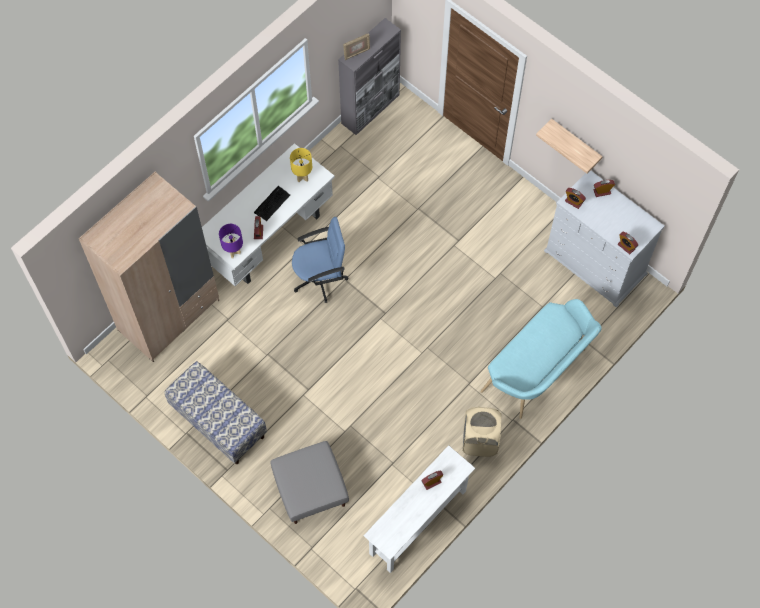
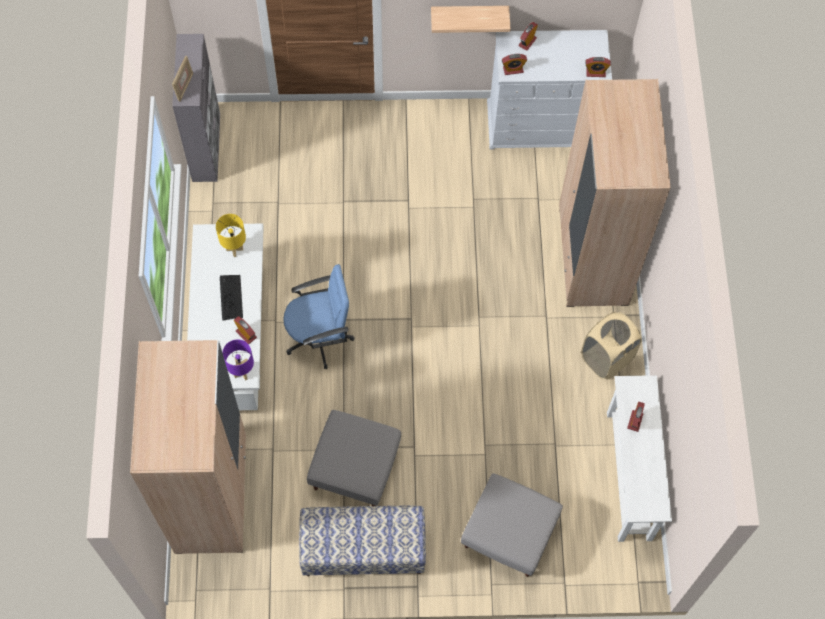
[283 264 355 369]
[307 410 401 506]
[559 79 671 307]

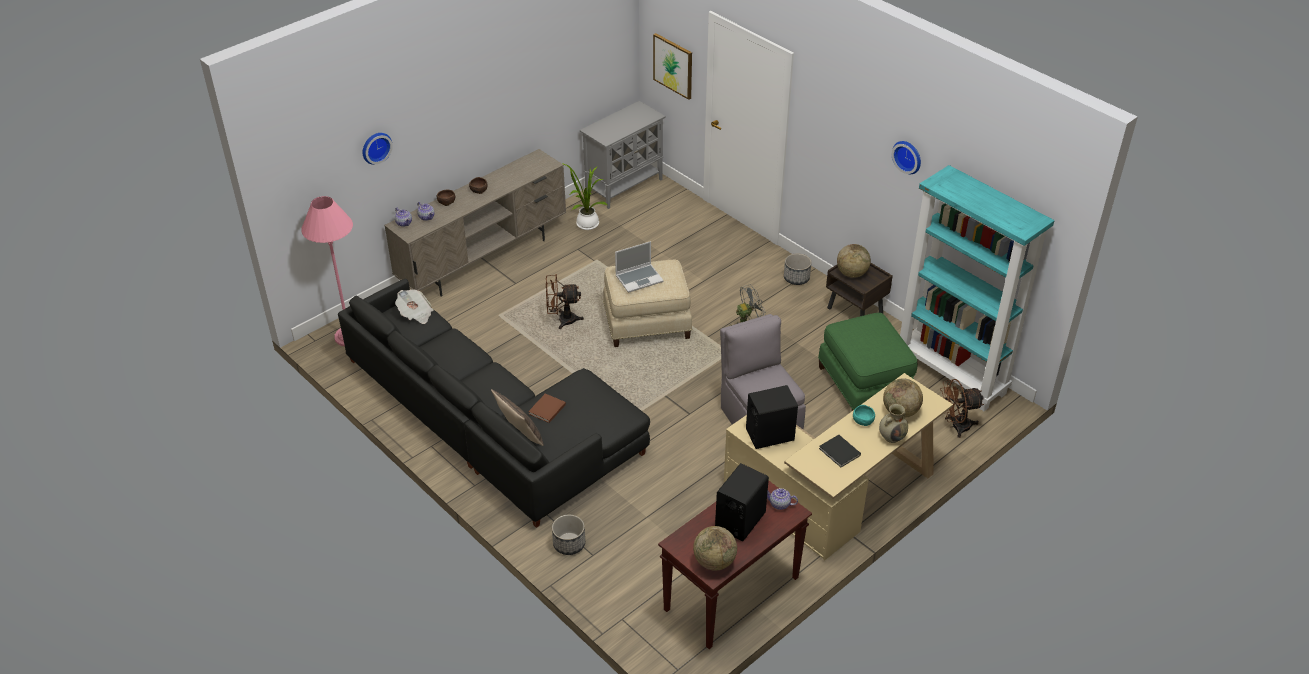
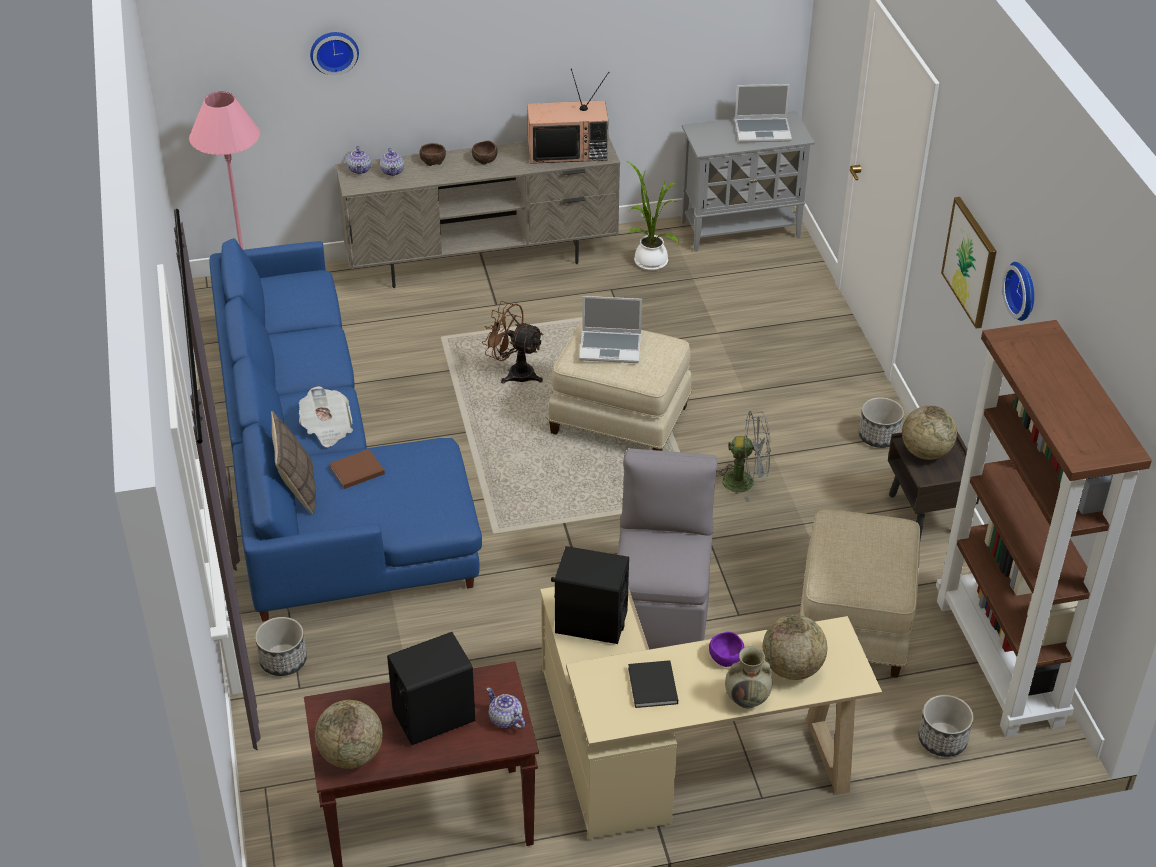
[209 238 482 622]
[299 386 353 447]
[527 68 609 164]
[709 632 744 667]
[735 84 792 143]
[799 509 920 678]
[918 695 974 757]
[936 320 1152 737]
[941 197 997 329]

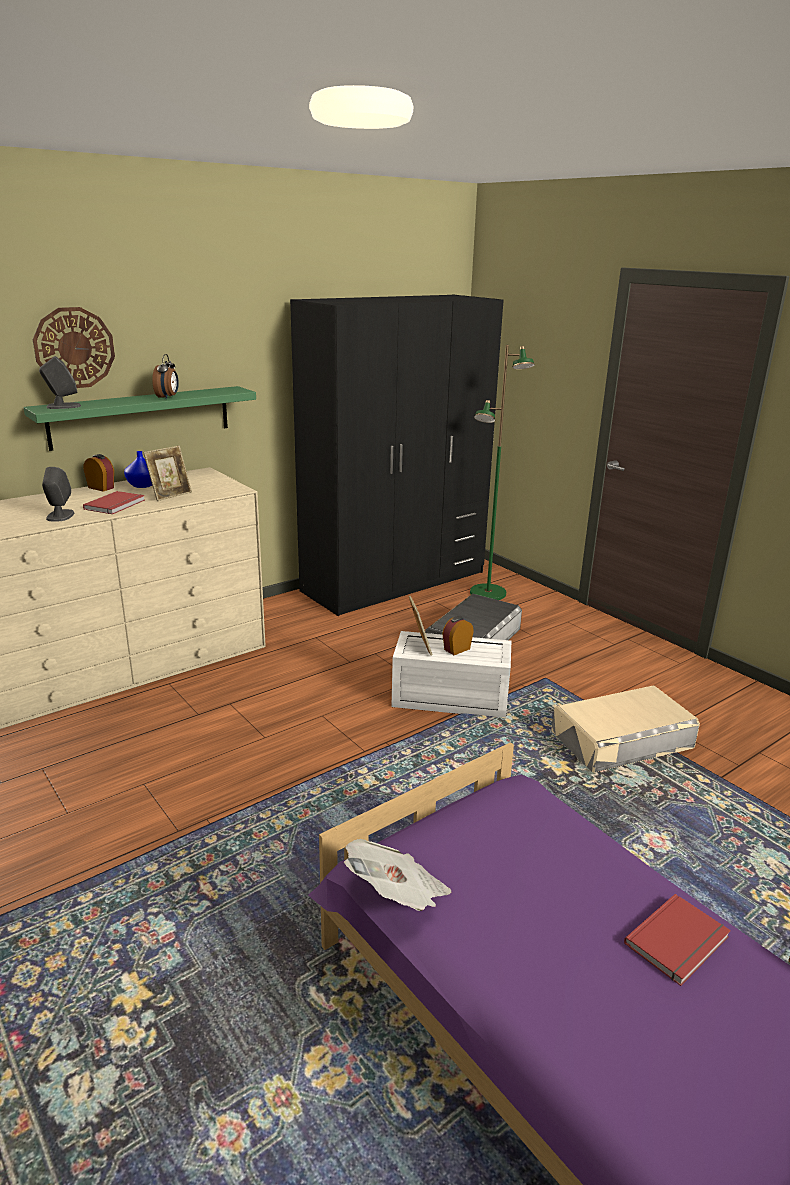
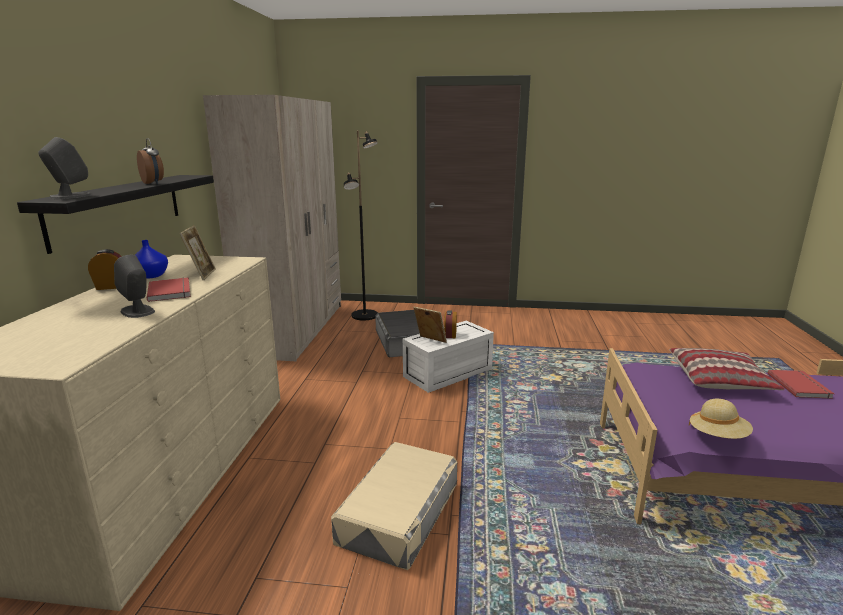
[17 175 214 254]
[203 95 341 361]
[331 442 457 570]
[344 131 378 320]
[669 348 785 390]
[689 399 753 439]
[33 307 115 388] (first image)

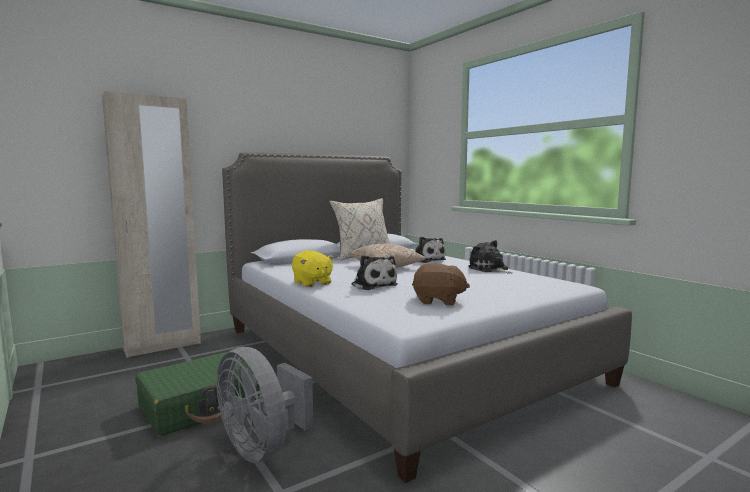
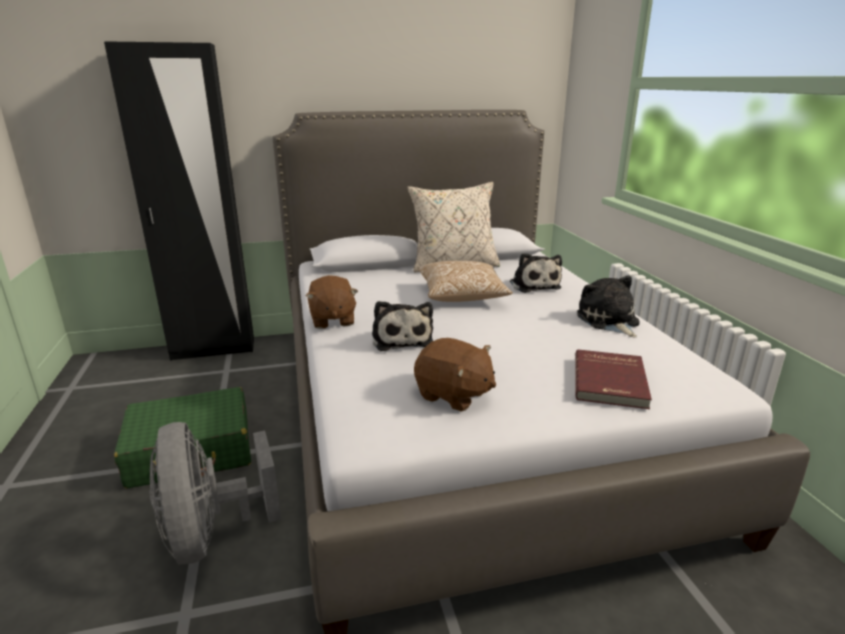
[104 41 254 361]
[306 275 358 329]
[575 349 652 409]

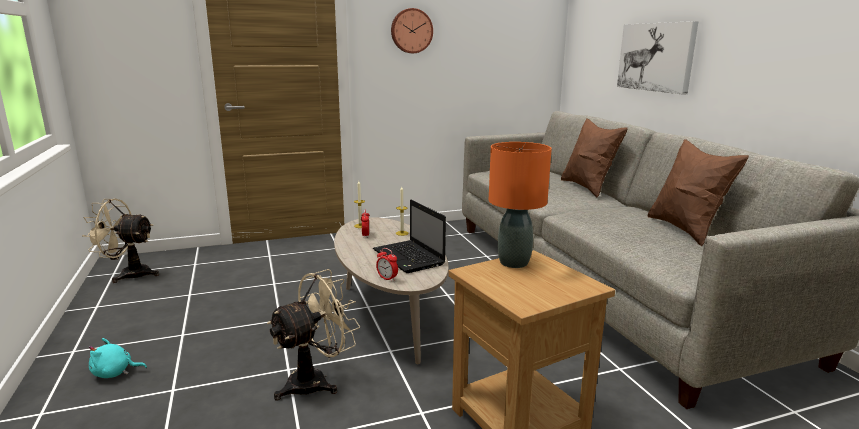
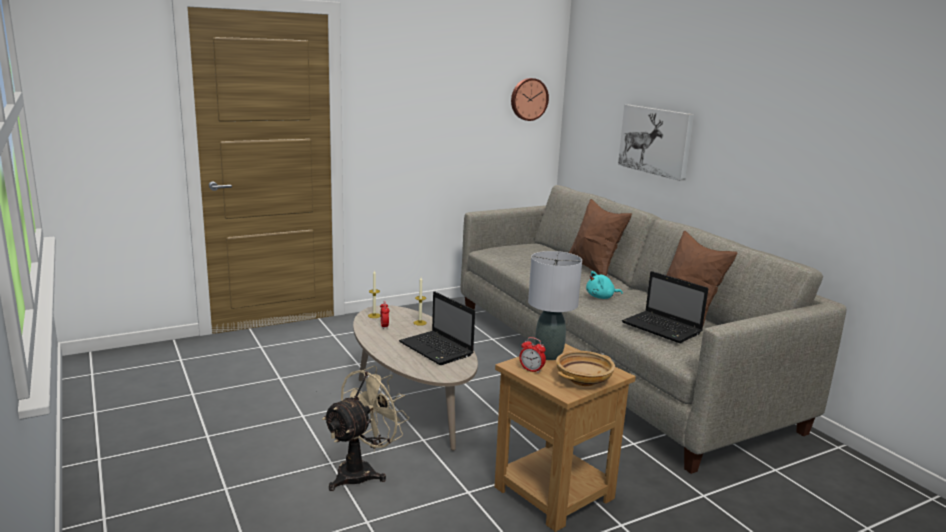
[511 78 549 121]
[519 337 546 373]
[528 251 582 360]
[556 351 615 386]
[586 271 623 299]
[622 271 708 343]
[82 199 159 283] (first image)

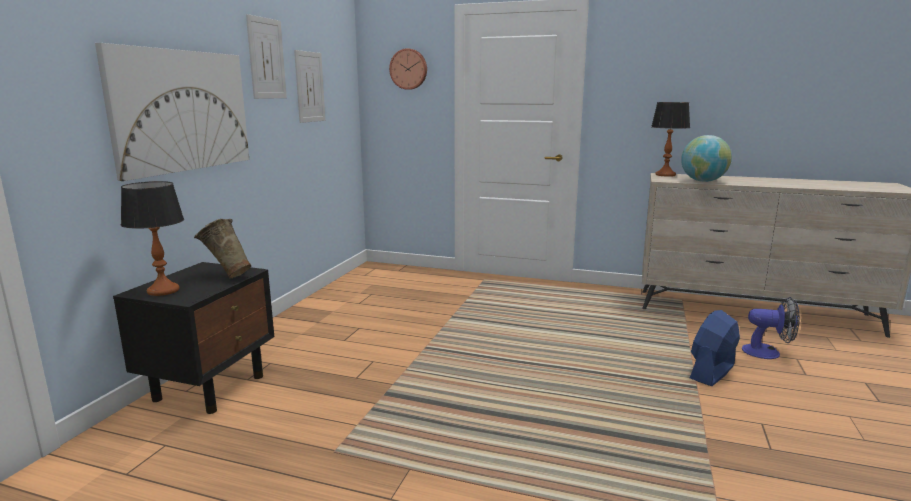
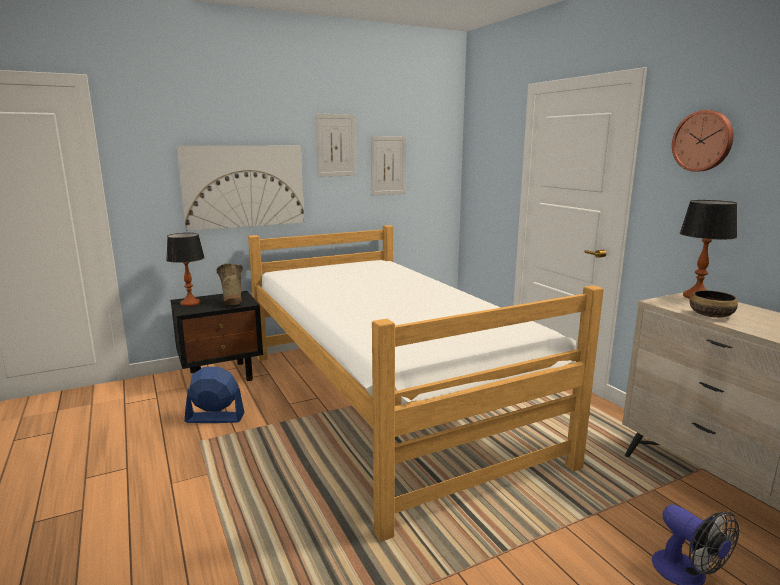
[185 367 244 423]
[248 225 604 542]
[672 110 734 172]
[689 290 738 318]

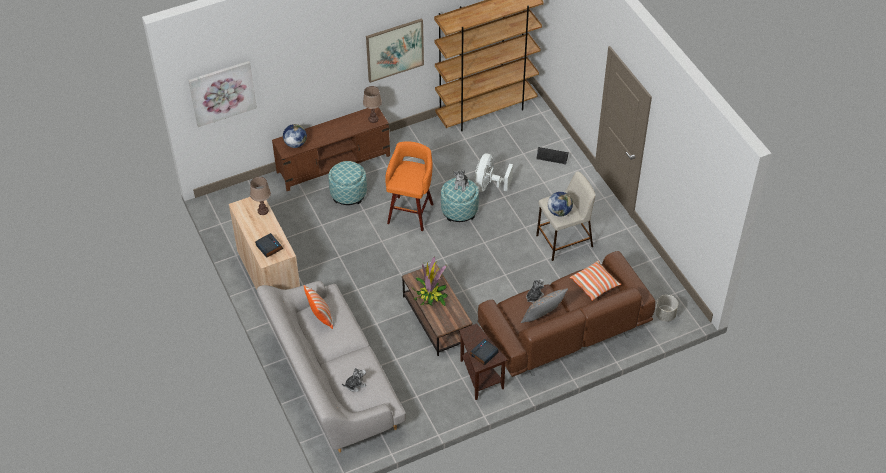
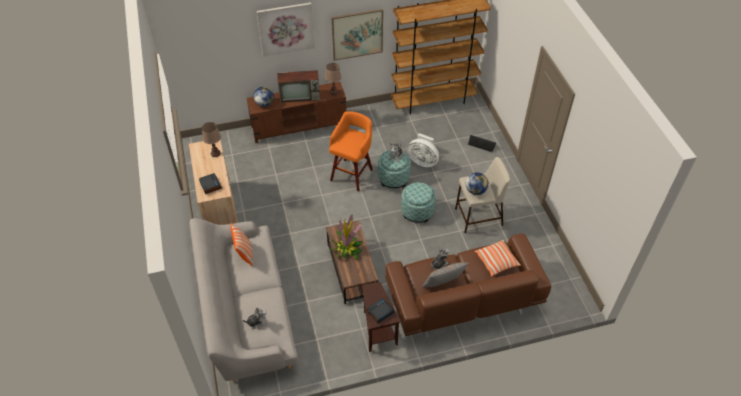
[257 3 315 57]
[277 70 320 103]
[401 182 436 223]
[407 133 439 167]
[655 295 678 322] (first image)

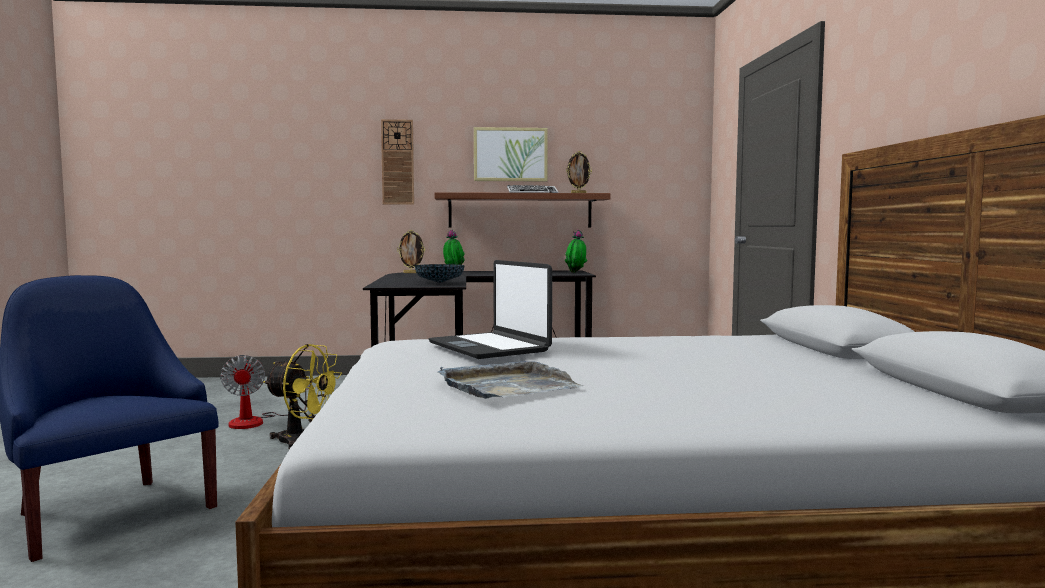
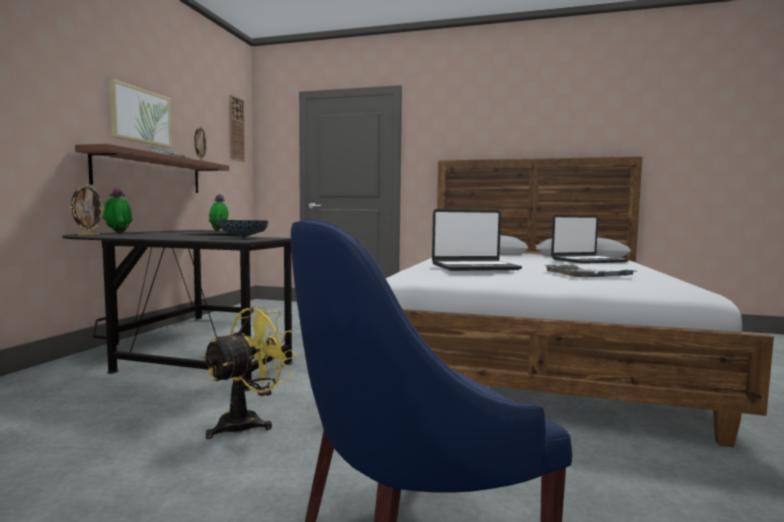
[229 95 245 162]
[551 215 629 264]
[220 355 310 429] (first image)

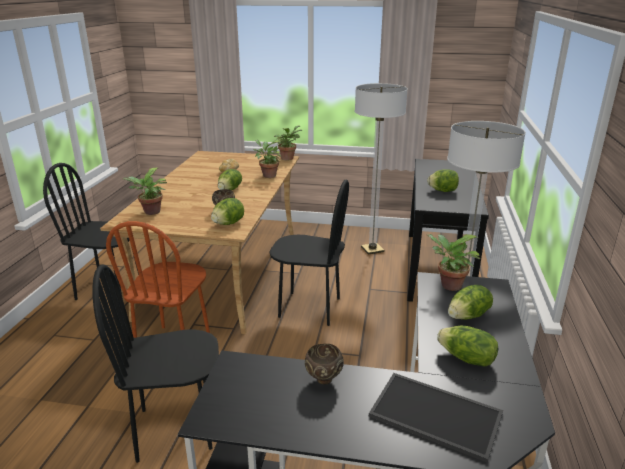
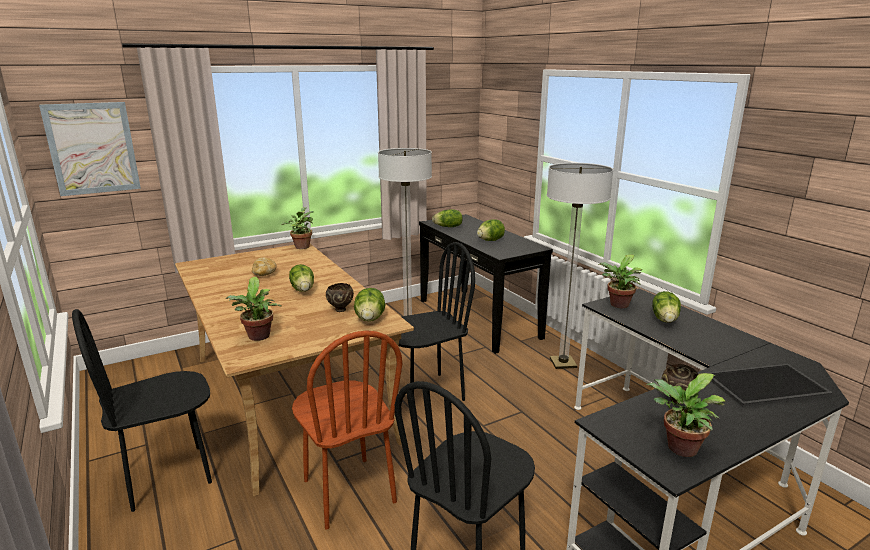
[39 102 141 196]
[432 209 463 227]
[646 373 725 457]

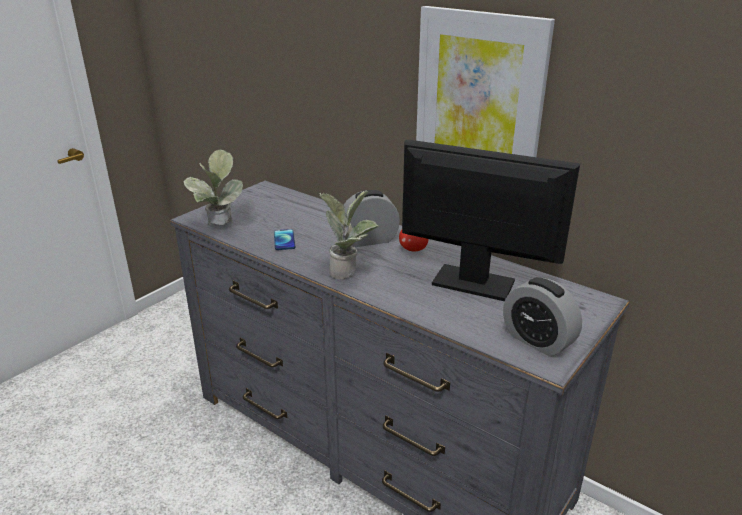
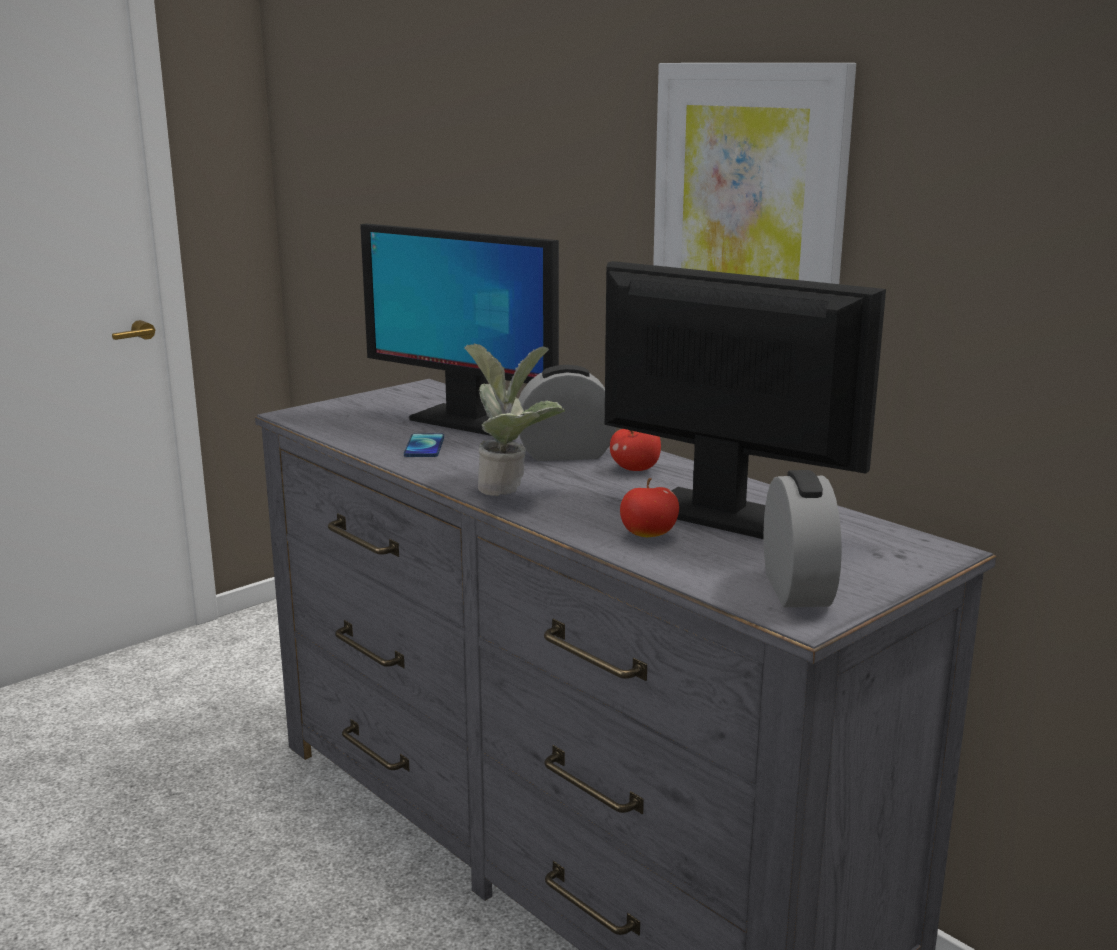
[360 223 559 436]
[620 478 679 537]
[764 470 842 607]
[183 150 243 225] (first image)

